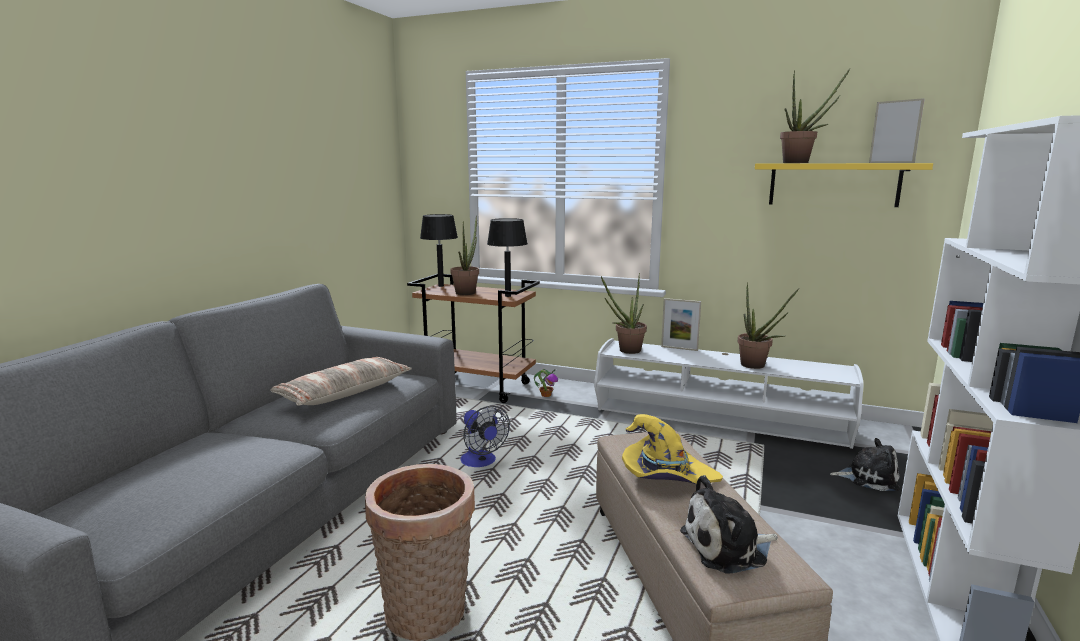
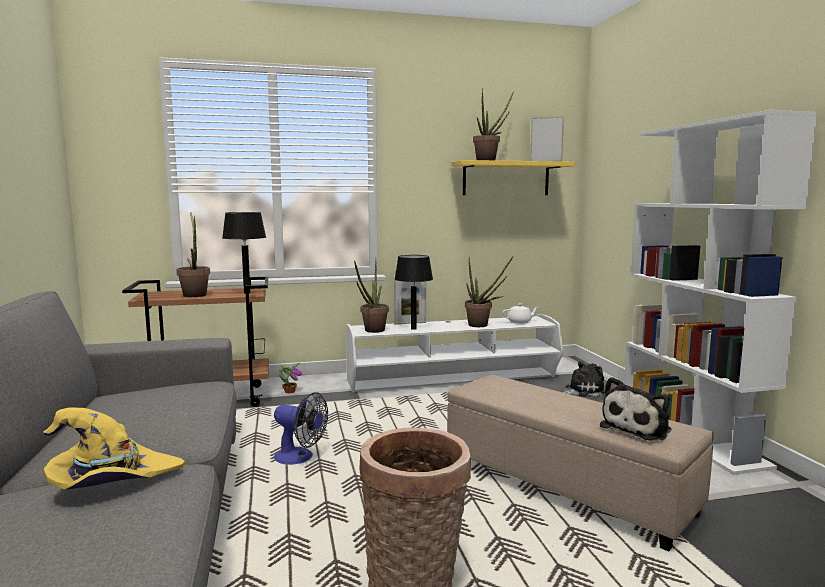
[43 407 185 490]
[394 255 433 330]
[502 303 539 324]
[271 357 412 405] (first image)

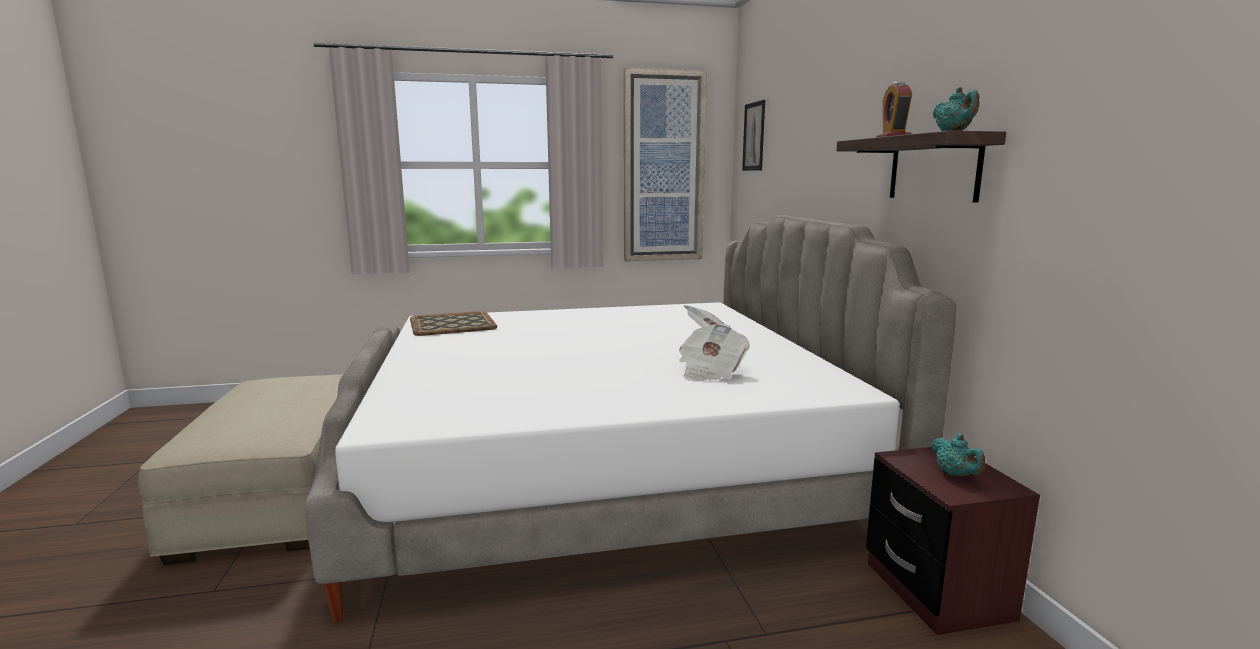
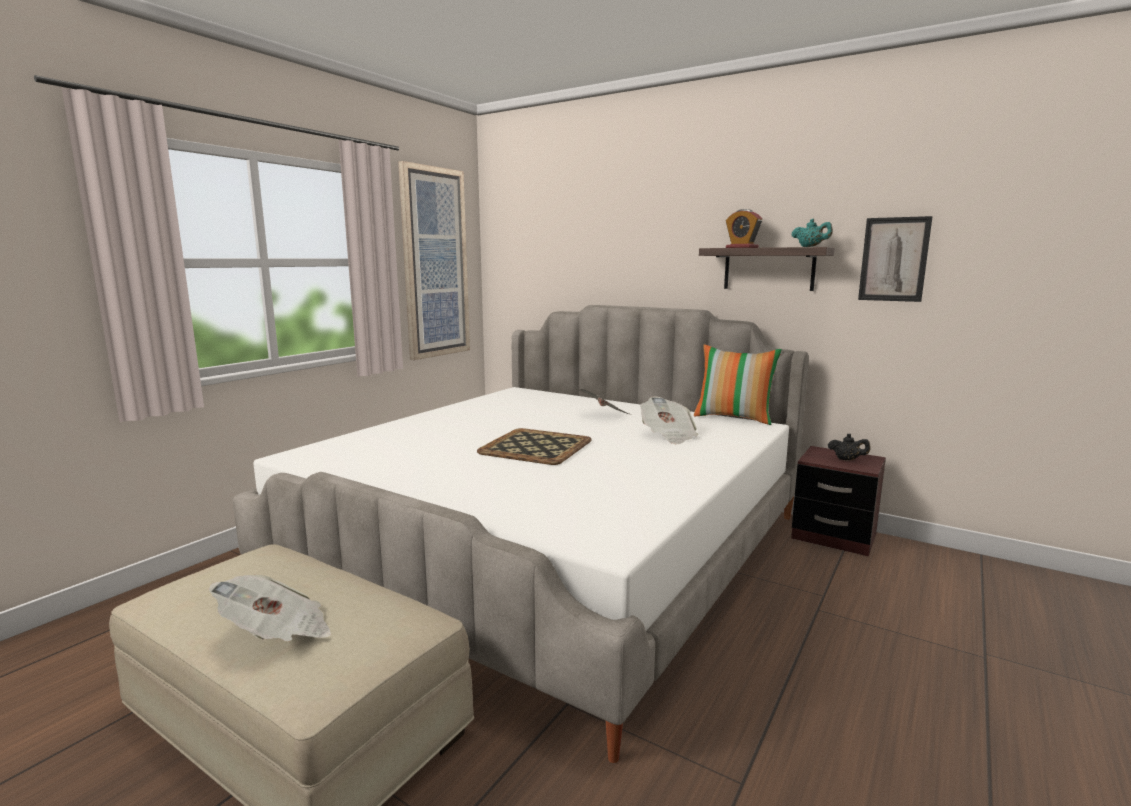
[209 575 331 641]
[477 428 592 465]
[694 345 782 425]
[828 434 870 461]
[858 216 933 302]

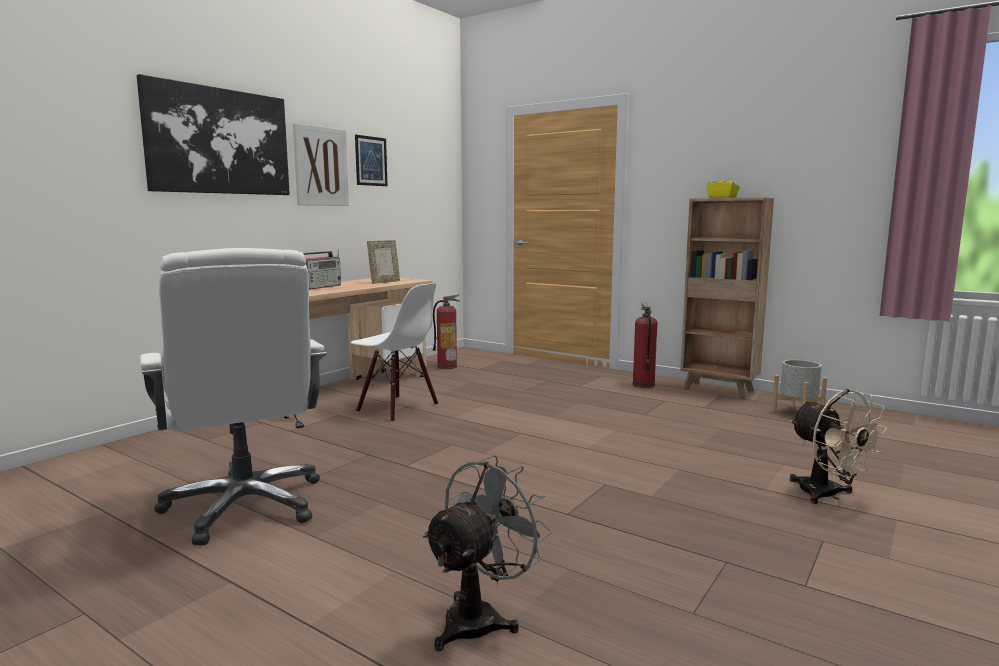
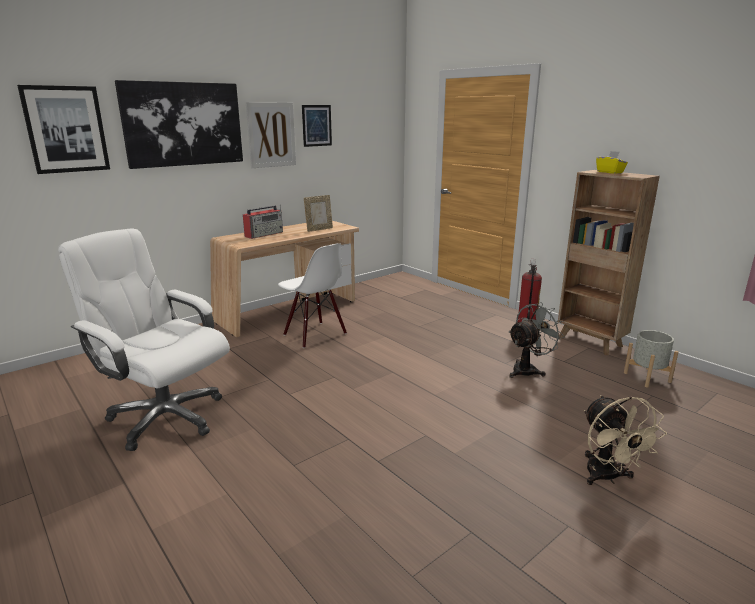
[17 85 110 174]
[58 228 230 451]
[508 302 565 378]
[433 295 460 369] (first image)

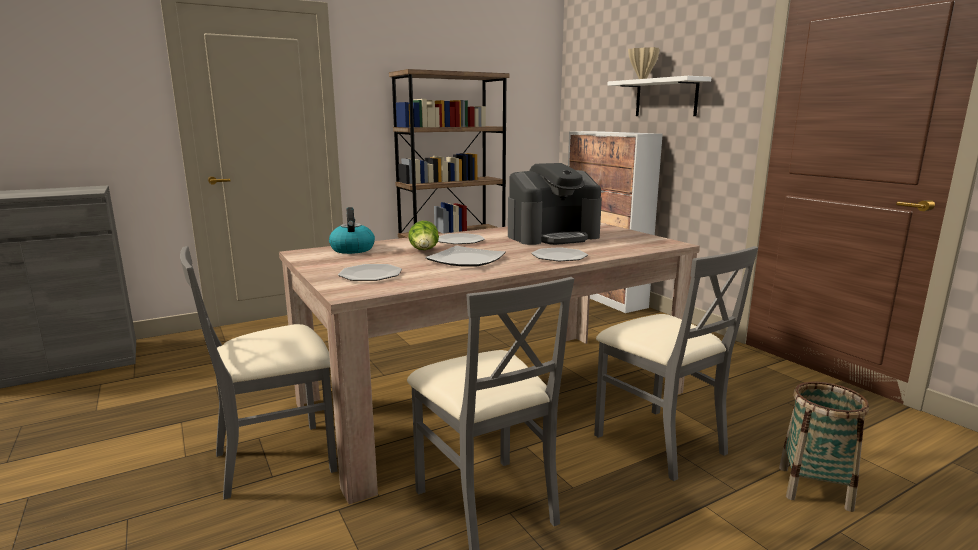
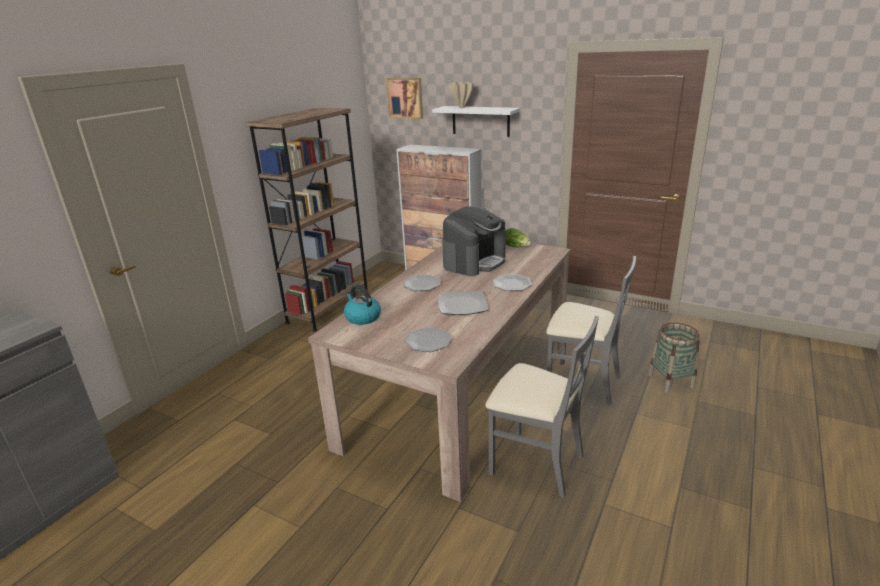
[386 78 423 119]
[506 228 531 247]
[180 246 338 500] (first image)

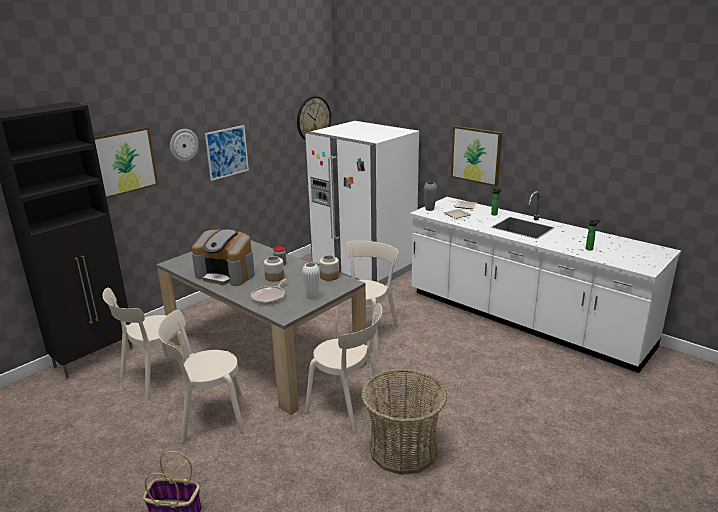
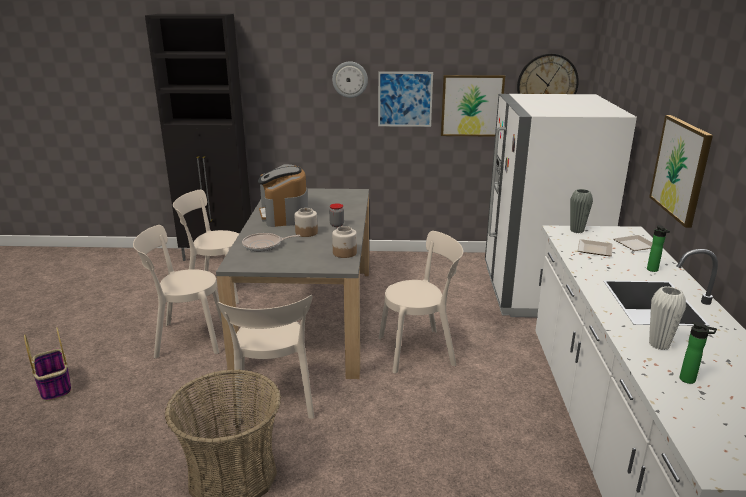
[133 225 222 358]
[441 75 505 137]
[649 286 686 350]

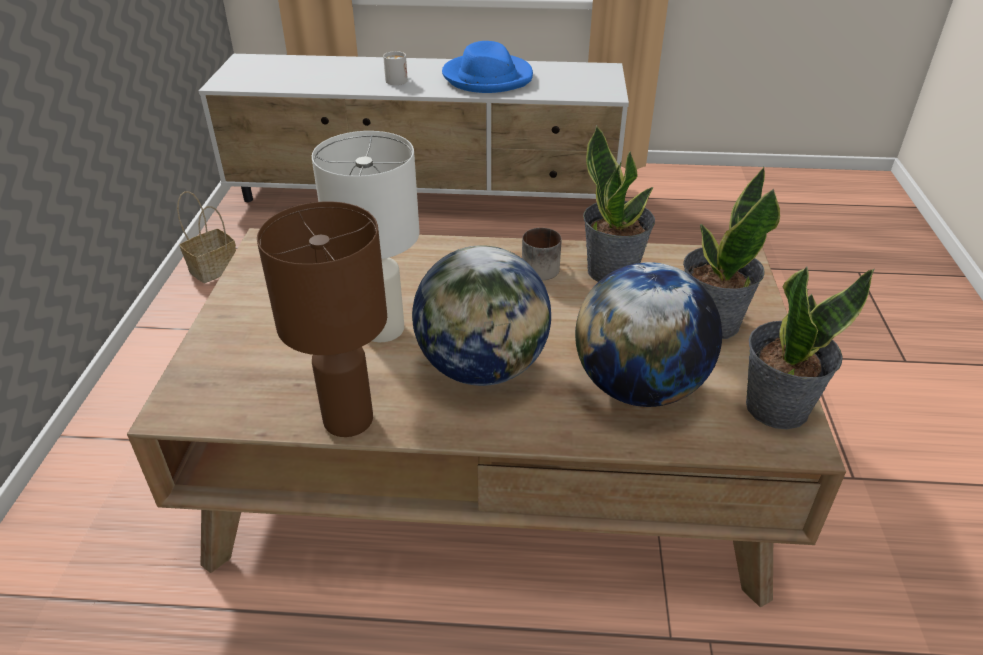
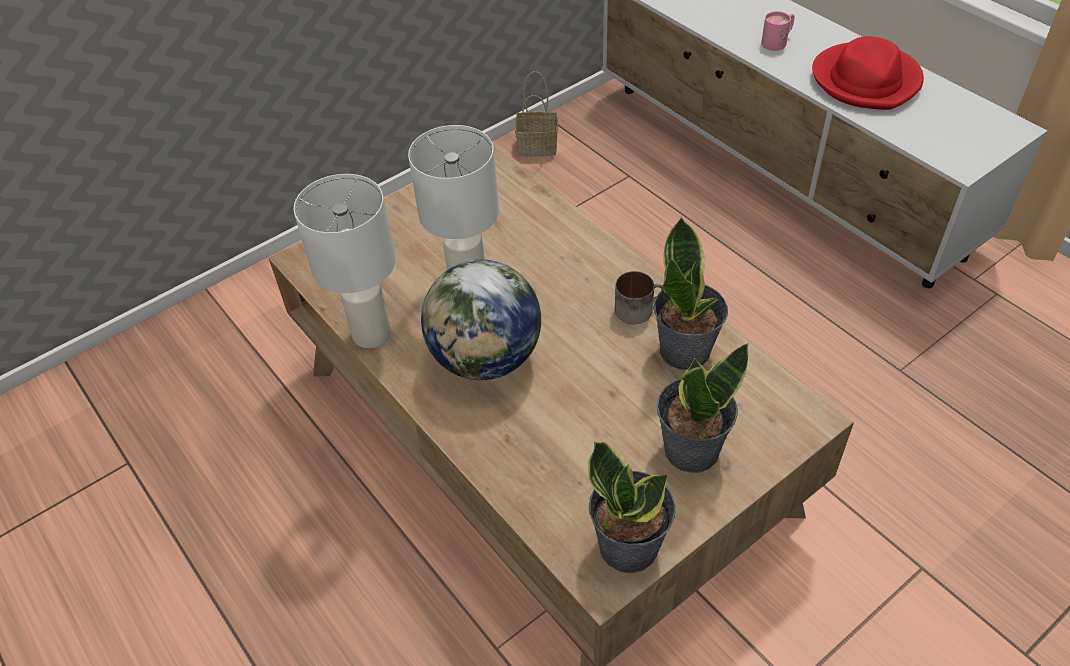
[294 174 396 348]
[761 11 794 51]
[812 36 924 110]
[575 262 722 407] (first image)

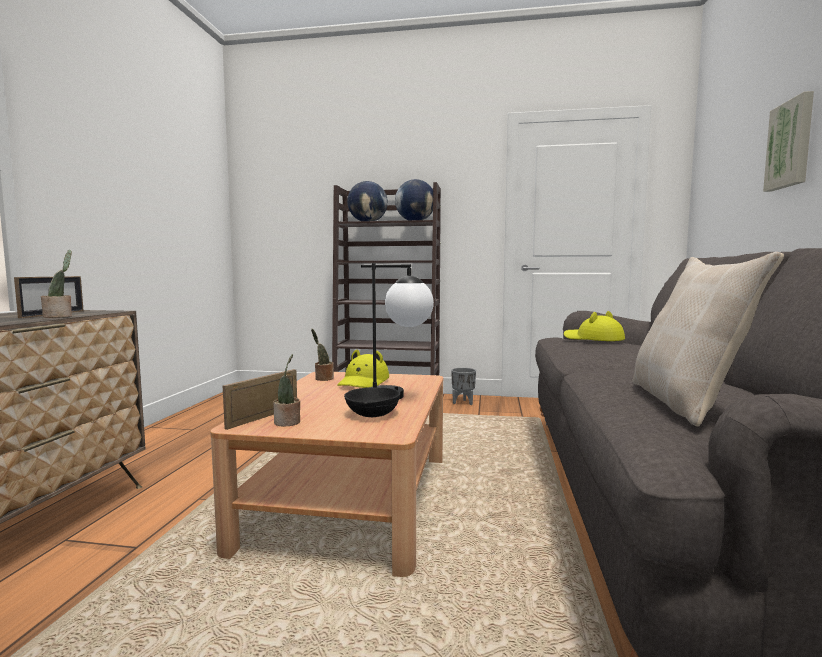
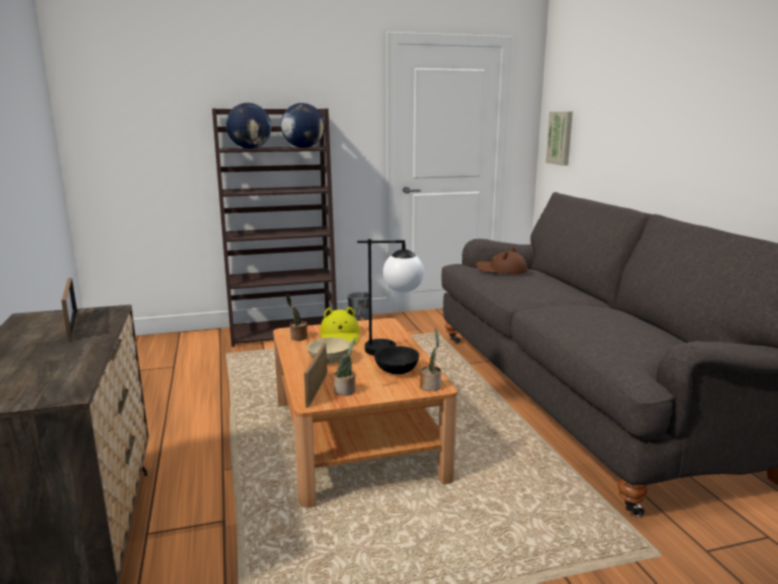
[307 337 351 364]
[420 328 441 391]
[476 247 528 274]
[546 112 573 166]
[632 252 784 426] (first image)

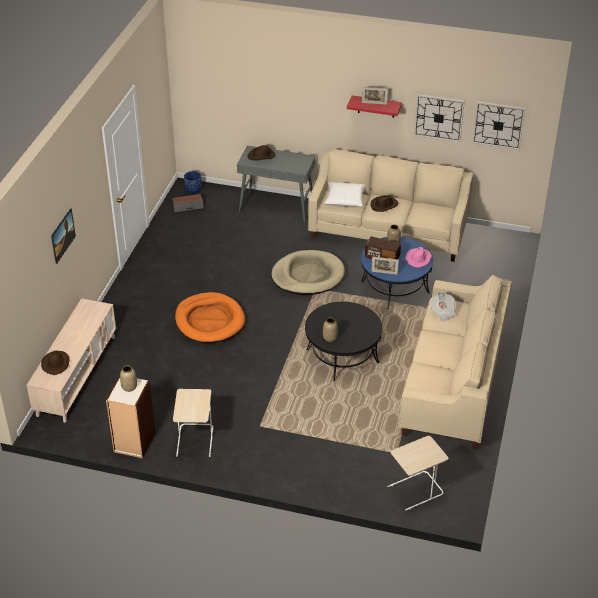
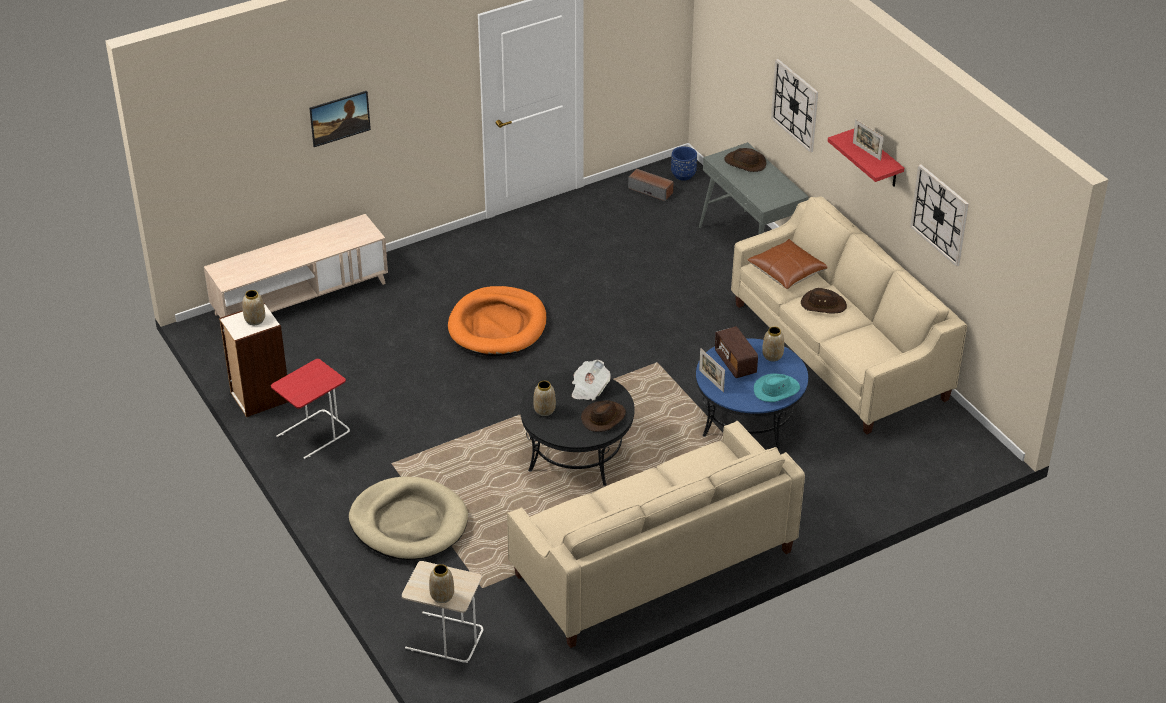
[271 359 350 459]
[349 477 468 560]
[429 564 454 603]
[572 360 611 400]
[581 401 626 432]
[748 239 827 289]
[754 373 800 402]
[771 59 818 153]

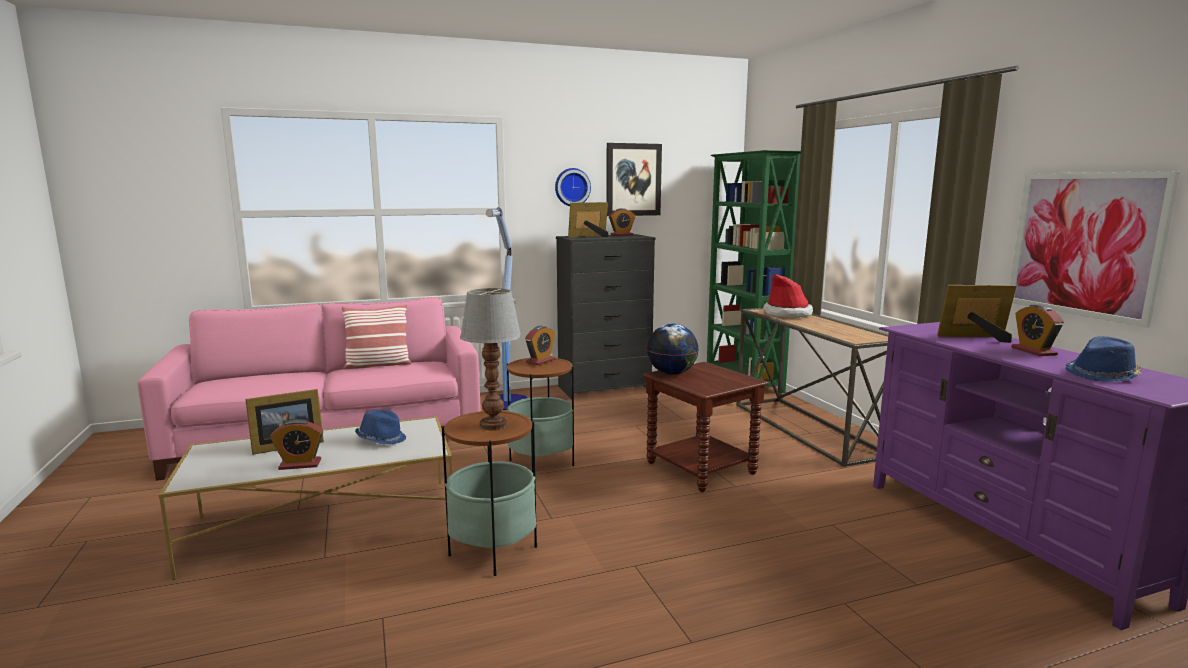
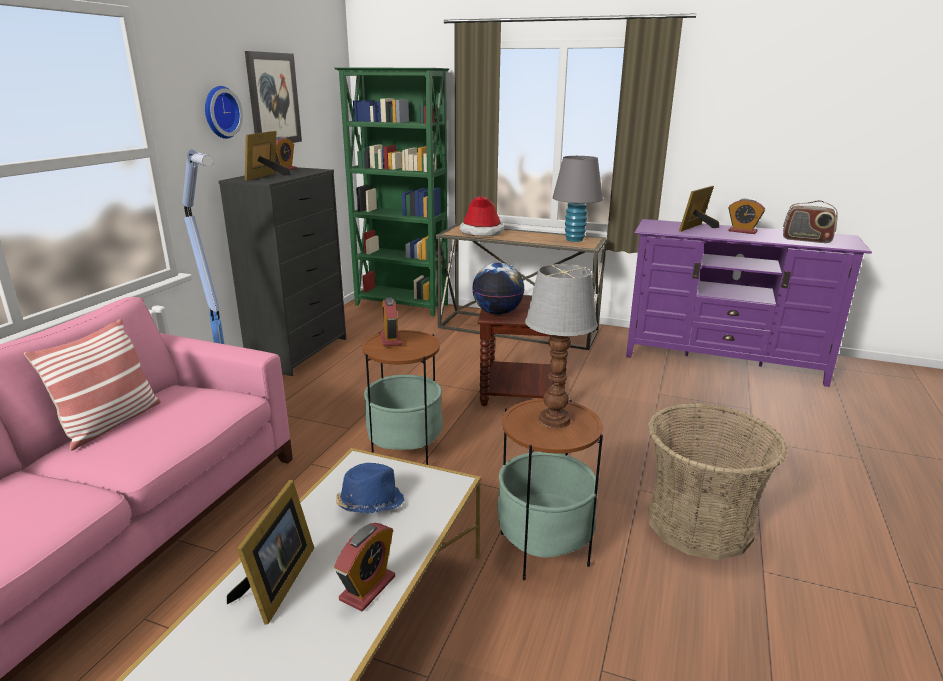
[553 156 603 242]
[648 403 787 560]
[783 200 838 243]
[1010 171 1180 328] (first image)

